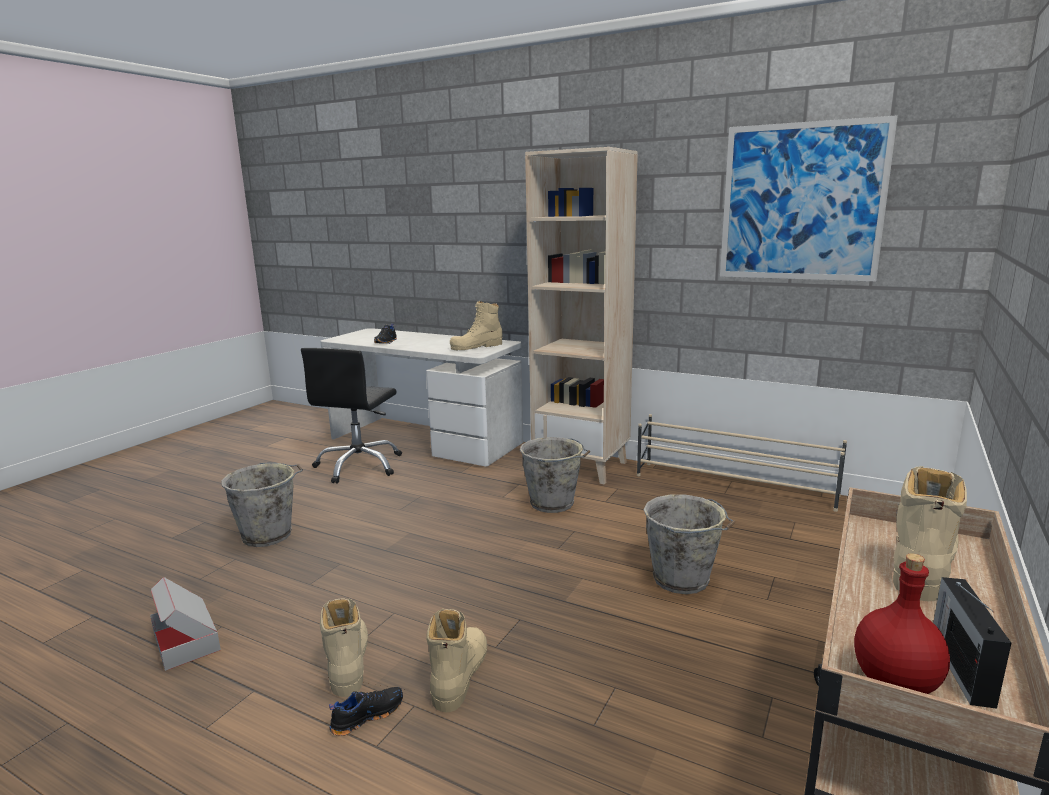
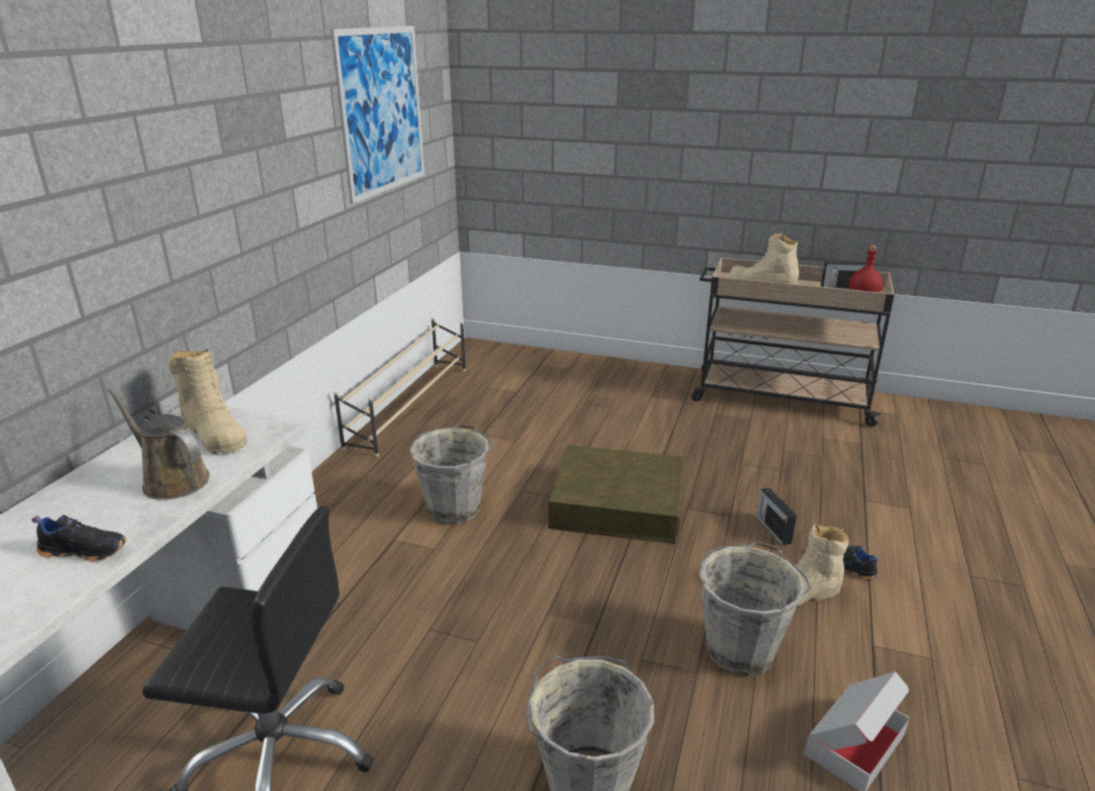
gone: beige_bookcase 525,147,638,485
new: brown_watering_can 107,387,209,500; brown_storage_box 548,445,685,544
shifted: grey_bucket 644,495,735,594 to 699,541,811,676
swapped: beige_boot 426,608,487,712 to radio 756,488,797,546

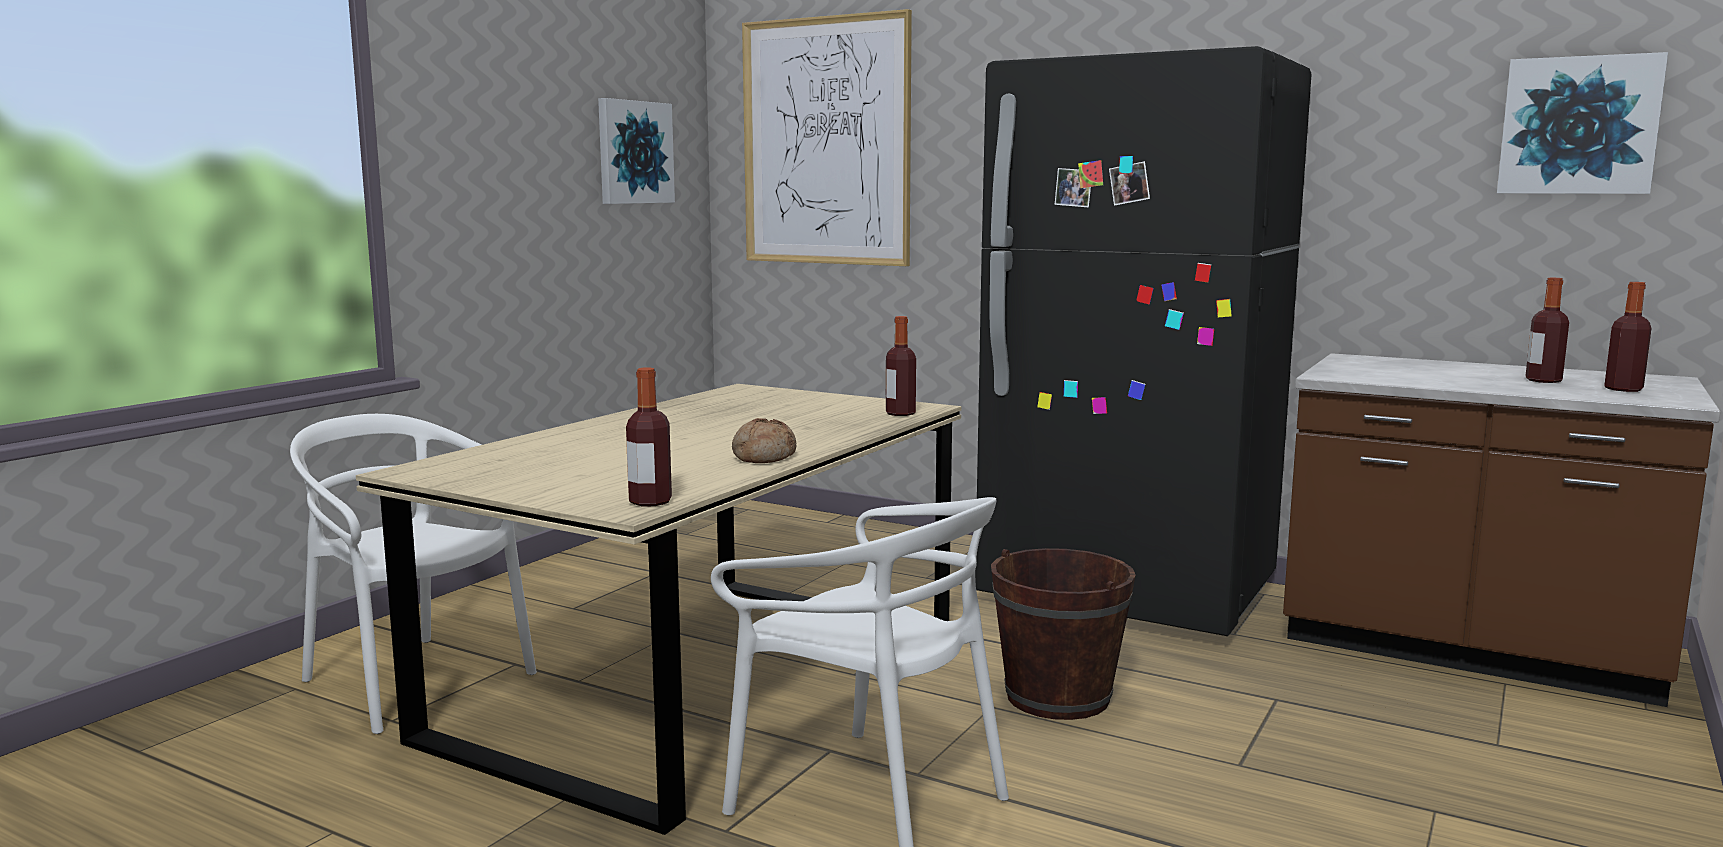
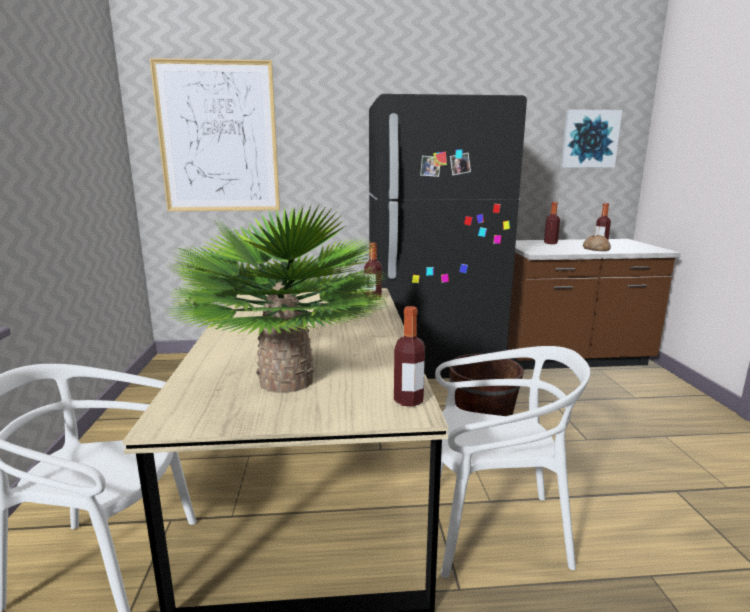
gone: picture 598,98,675,204
new: potted_plant 164,205,387,393
shifted: bread 732,418,796,463 to 583,235,611,251; bottle 1604,282,1652,392 to 544,202,560,244

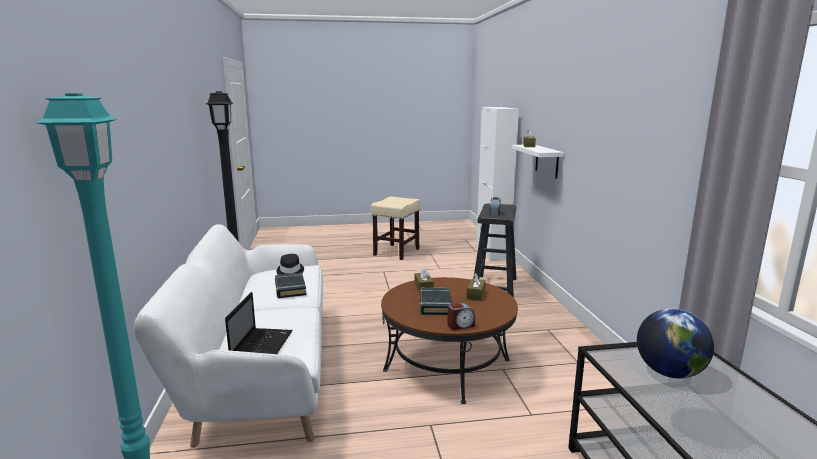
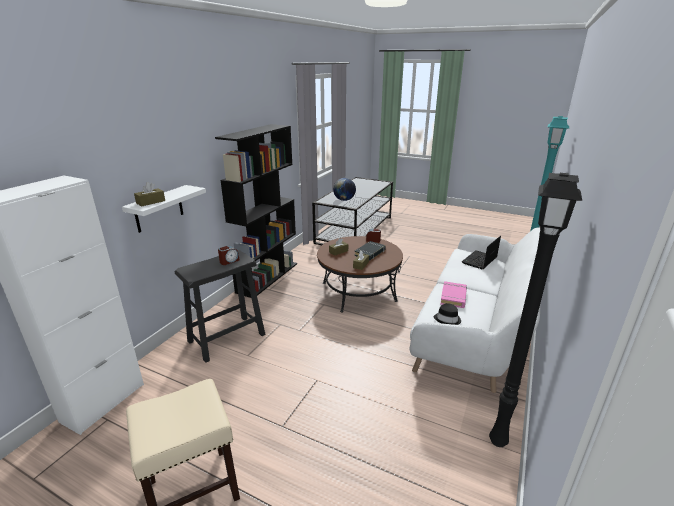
new: black_bookcase 215,124,297,298
repainted: black_book 275,273,306,298 to pink_book 440,281,467,308

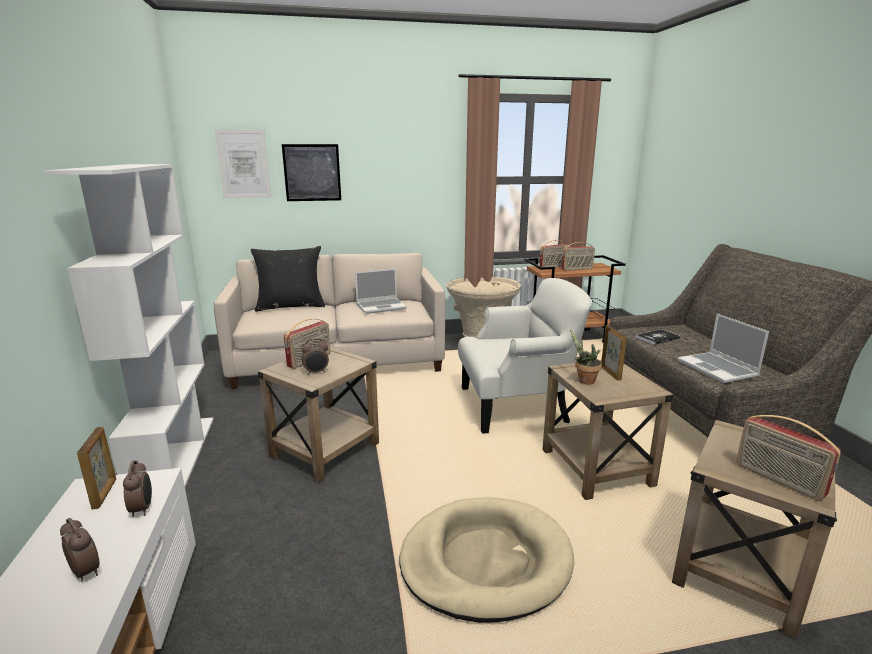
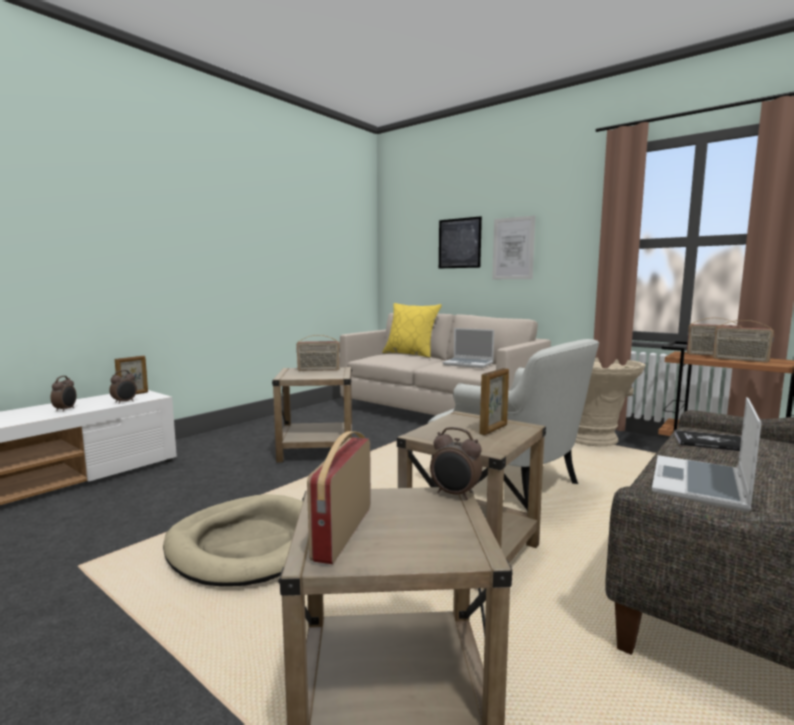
gone: white_bookcase 44,164,213,487; potted_plant 570,329,602,385
shifted: picture 215,130,271,198 to 492,215,535,279; alarm_clock 302,338,329,375 to 430,427,482,500
repainted: black_pillow 251,246,325,312 to yellow_pillow 382,303,442,358

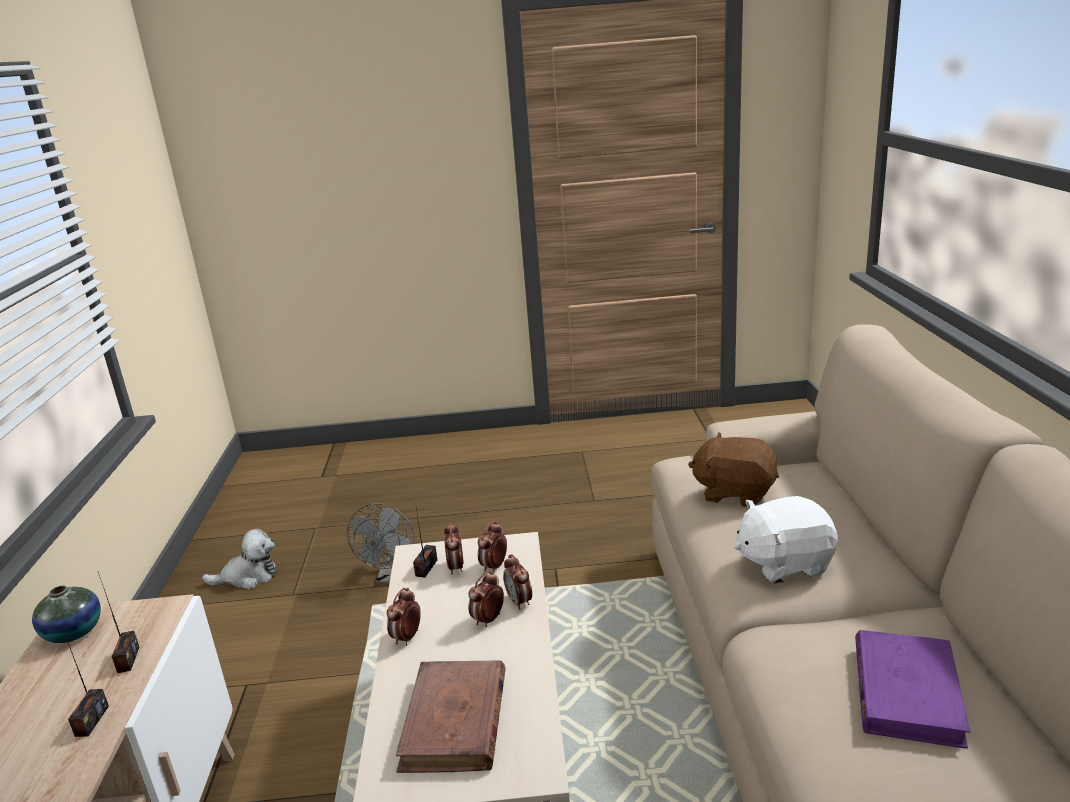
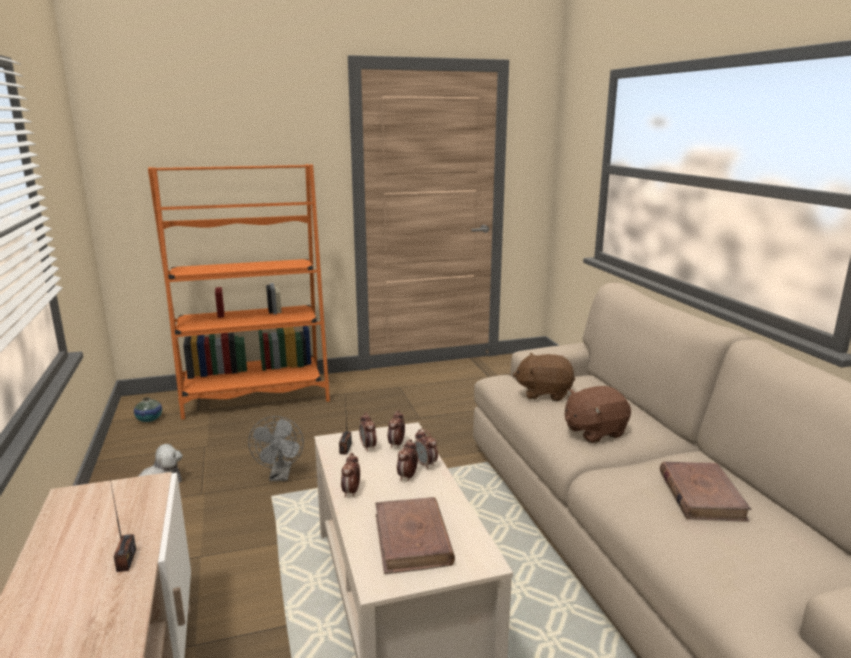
gone: radio 98,572,139,673
new: orange_bookcase 148,164,330,420
shifted: vase 32,585,101,643 to 134,398,162,422
repainted: white_plush_toy 734,496,838,584 to brown_plush_toy 565,386,631,443; purple_book 855,630,971,749 to brown_book 660,462,752,522

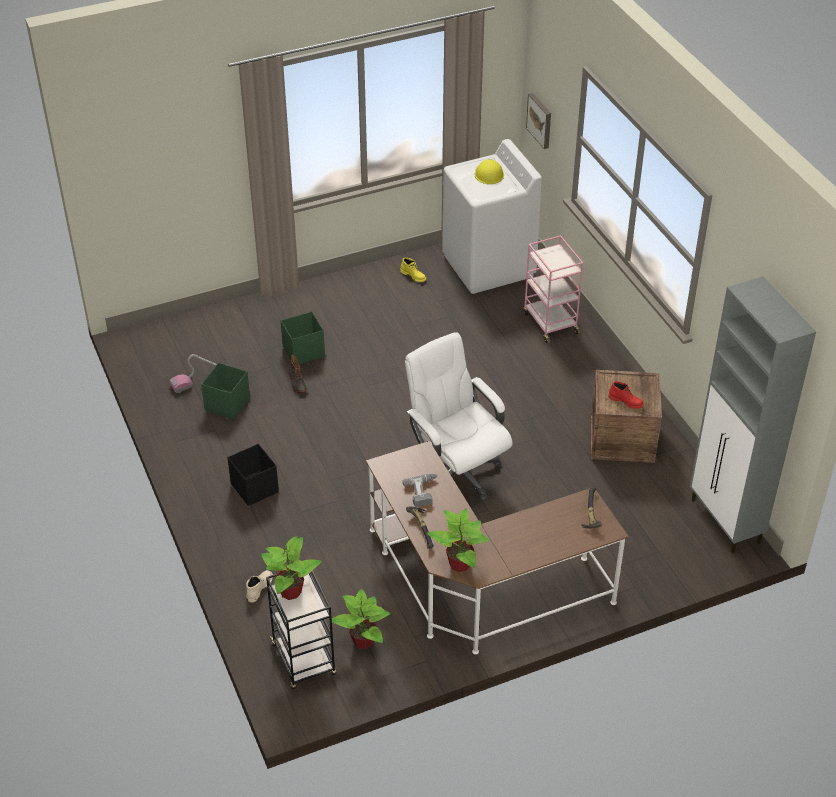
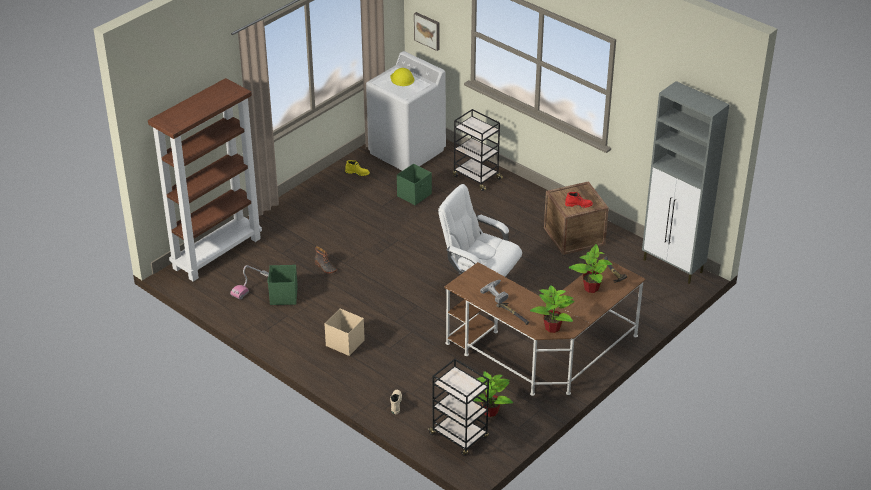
new: brown_bookcase 148,78,262,282
shifted: potted_plant 261,536,322,600 to 569,244,612,293; green_storage_box 281,311,325,364 to 397,164,432,205
repainted: black_storage_box 227,444,279,506 to beige_storage_box 325,308,365,356; pink_cart 523,235,583,343 to black_cart 453,109,503,191

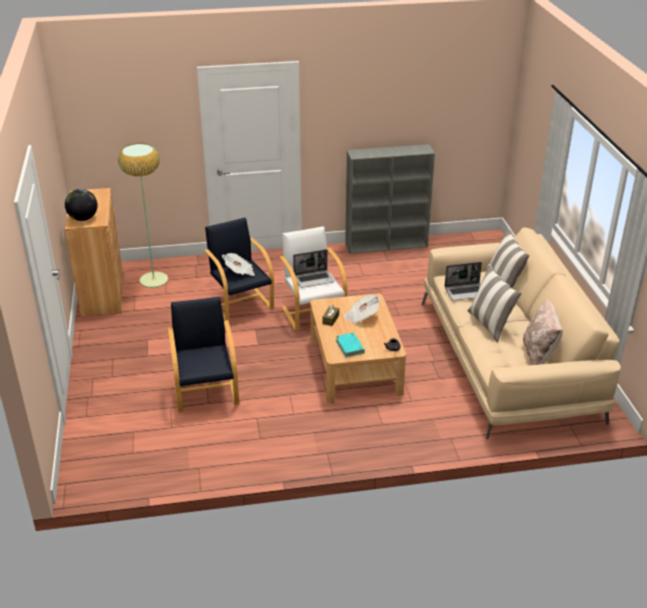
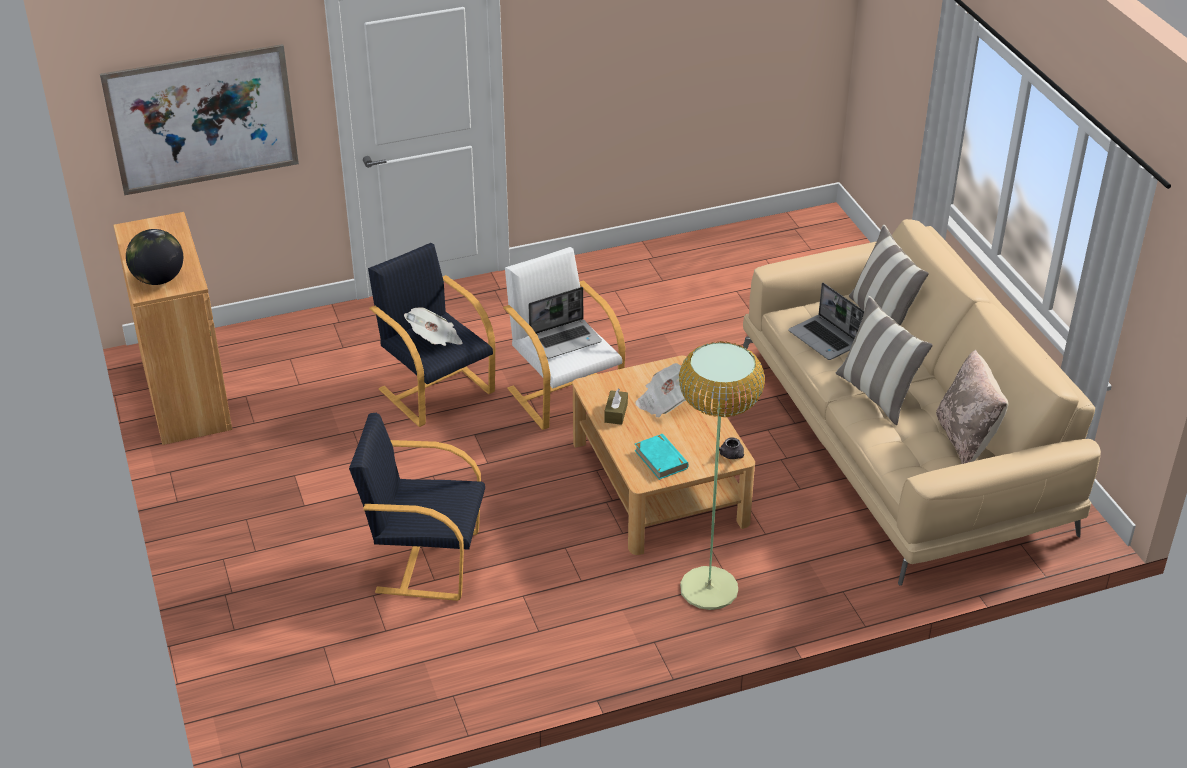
gone: grey_bookcase 345,144,435,254
new: picture 100,44,299,195
shifted: floor_lamp 118,143,168,288 to 679,341,765,610
rotated: black_armchair 168,297,239,413 = 349,413,485,601 60 degrees counterclockwise; laptop 444,262,482,301 = 788,283,864,360 75 degrees clockwise

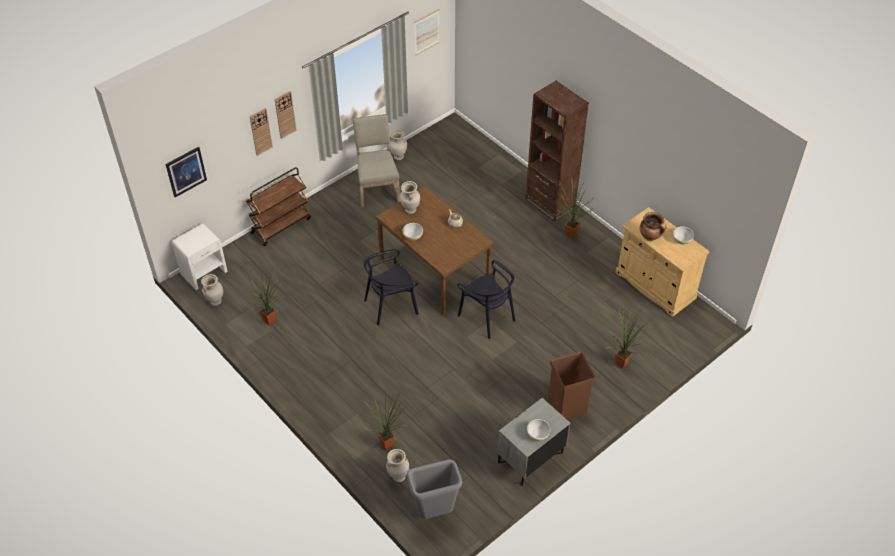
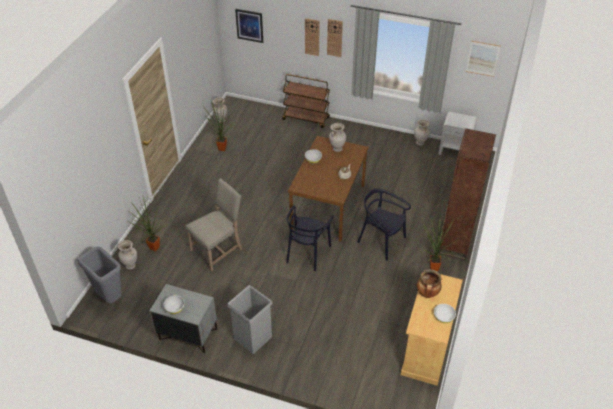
gone: potted_plant 605,309,651,368
shifted: white_nightstand 172,224,228,290 to 438,112,477,155; beige_chair 353,114,400,208 to 185,178,242,271; black_chair 364,249,419,325 to 358,189,411,260
repainted: brown_trash_can 548,351,596,420 to grey_trash_can 227,285,273,354

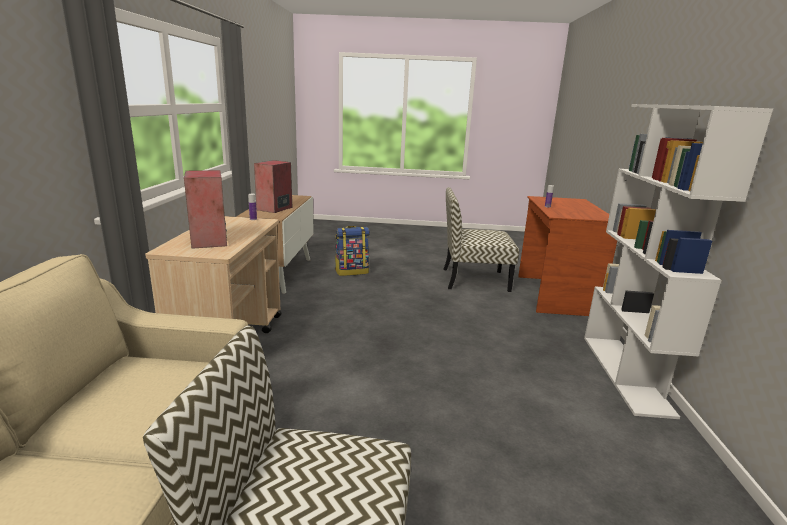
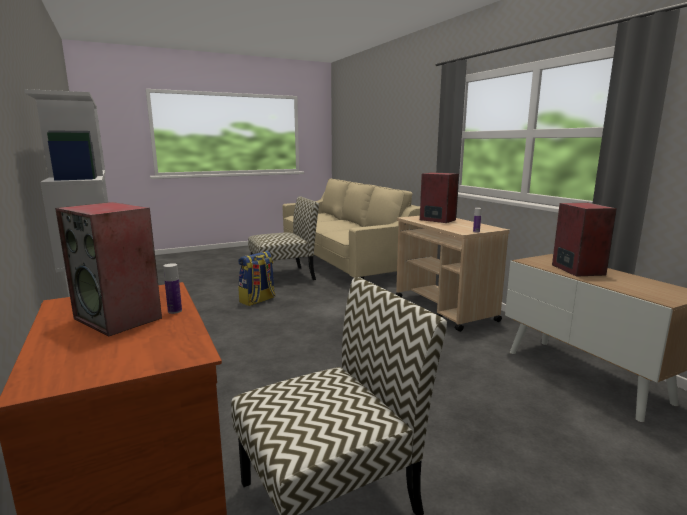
new: speaker 55,202,162,336
shifted: backpack 335,226,370,276 to 238,251,275,306

